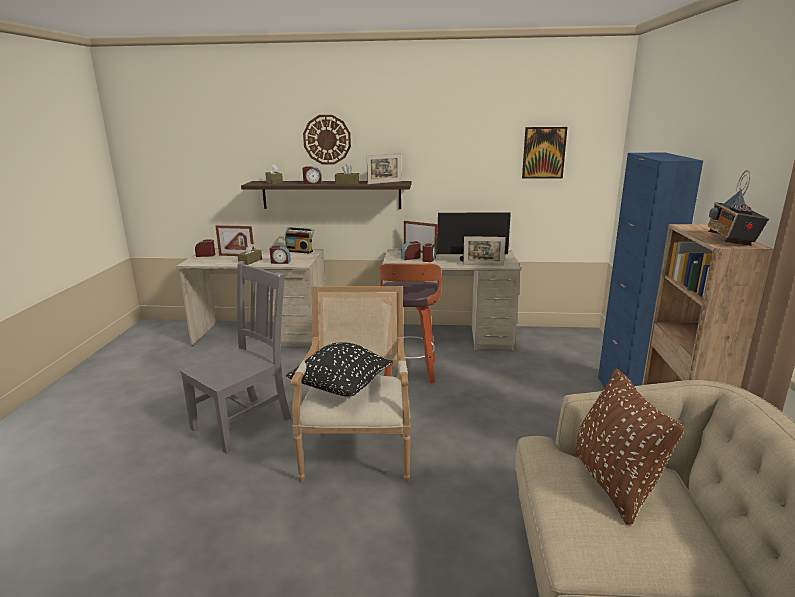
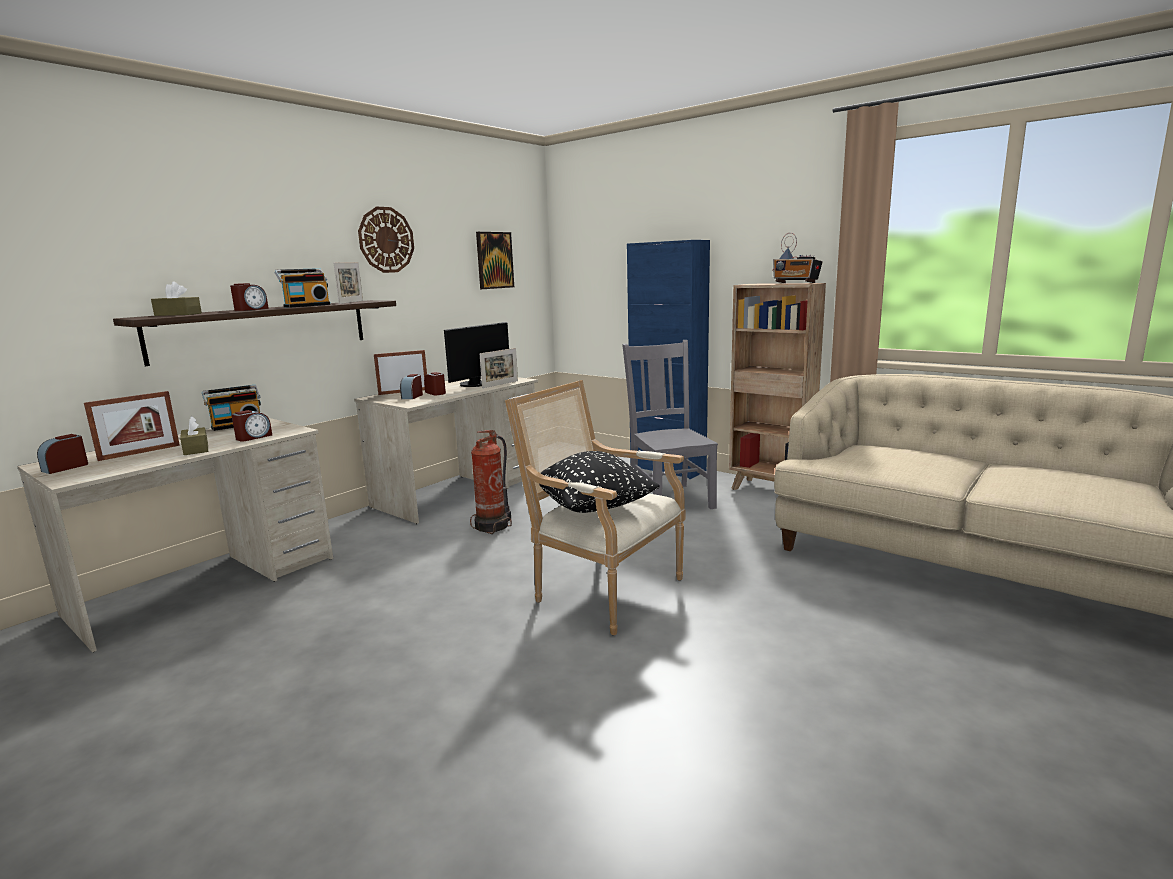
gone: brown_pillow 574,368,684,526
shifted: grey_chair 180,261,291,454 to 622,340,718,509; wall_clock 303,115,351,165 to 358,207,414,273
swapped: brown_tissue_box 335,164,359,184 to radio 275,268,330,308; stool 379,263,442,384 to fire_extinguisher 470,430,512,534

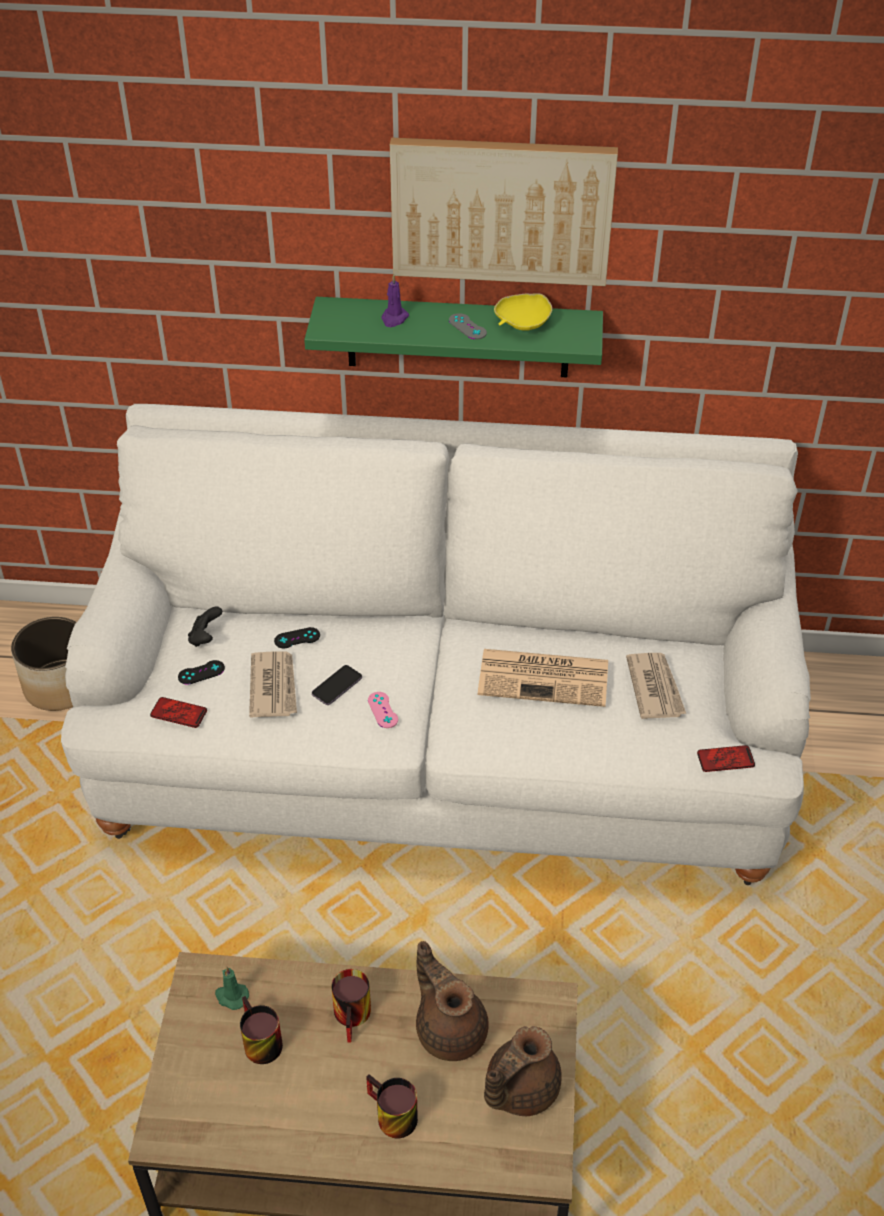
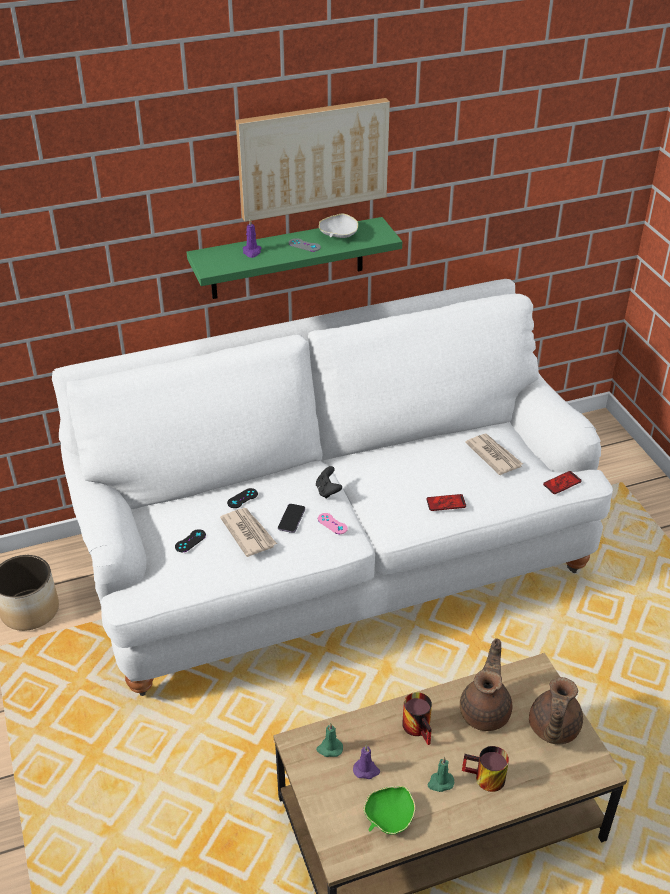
gone: newspaper 478,649,608,707
new: green_bowl 364,786,415,834; green_candle 427,757,454,792
shifted: phone 150,697,207,728 to 426,494,466,511; black_game_controller 188,606,222,647 to 316,466,342,499
swapped: mug 240,996,283,1064 to purple_candle 353,744,380,779
repainted: yellow_bowl 494,293,552,331 to white_bowl 319,213,358,238
rotated: brown_teapot 416,941,489,1061 = 460,638,512,731 75 degrees clockwise

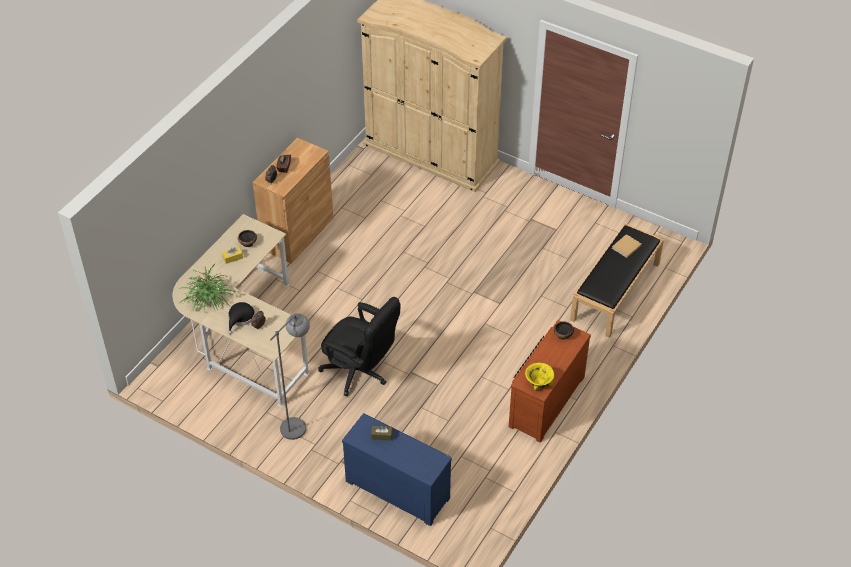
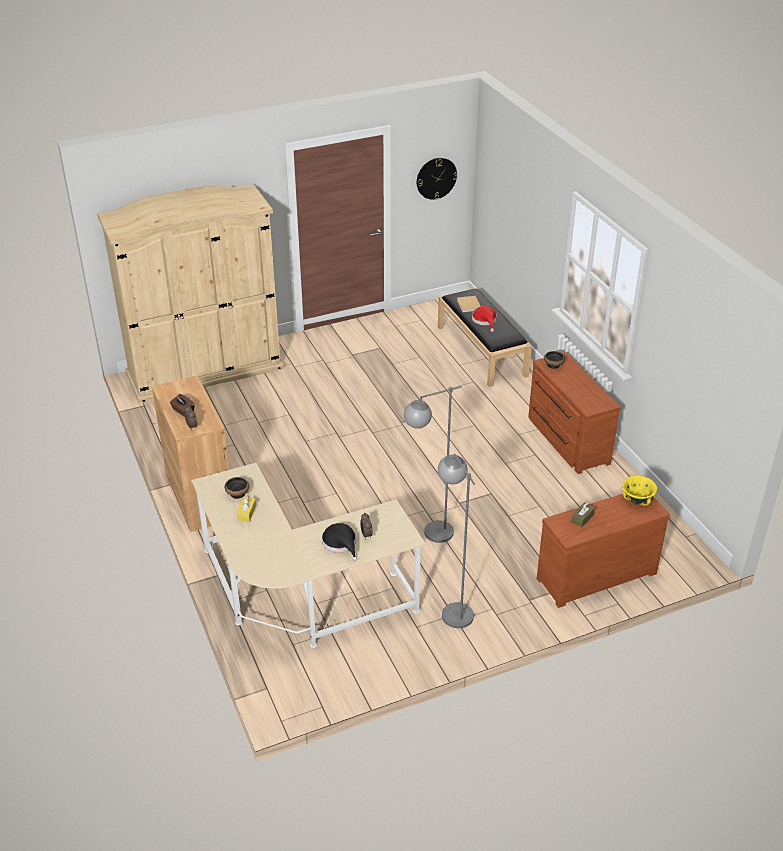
gone: potted_plant 179,264,236,312
new: wall_clock 417,157,457,200; red_hat 472,306,497,332
shifted: yellow_bowl 525,363,554,391 to 622,475,657,506
swapped: black_office_chair 318,297,400,396 to grey_floor_lamp 404,386,462,543
repainted: blue_dresser 342,413,452,526 to brown_dresser 537,494,670,608

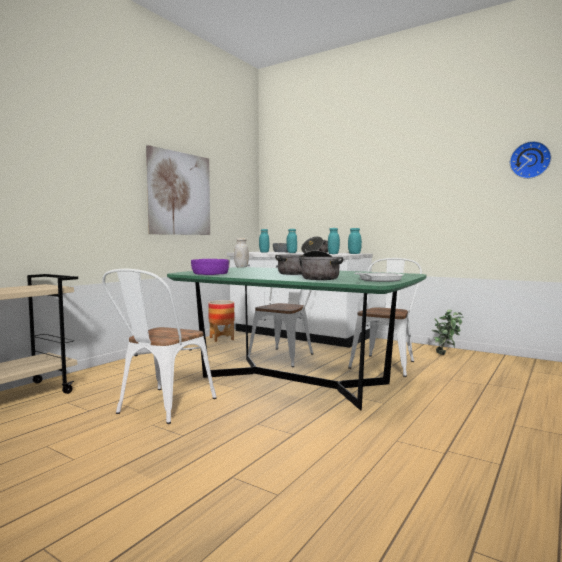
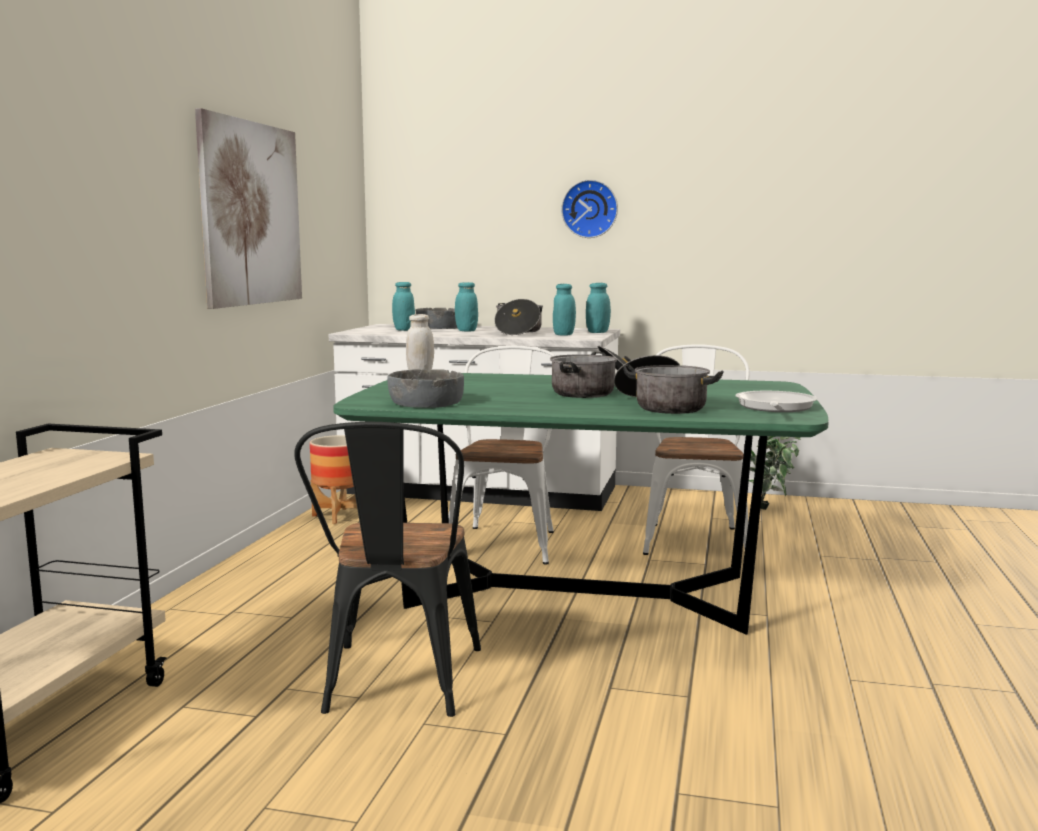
shifted: wall_clock 510,141,552,179 to 561,180,618,238
repainted: white_chair 102,269,217,424 to black_chair 294,422,481,717; purple_bowl 191,259,229,275 to grey_bowl 387,369,464,408

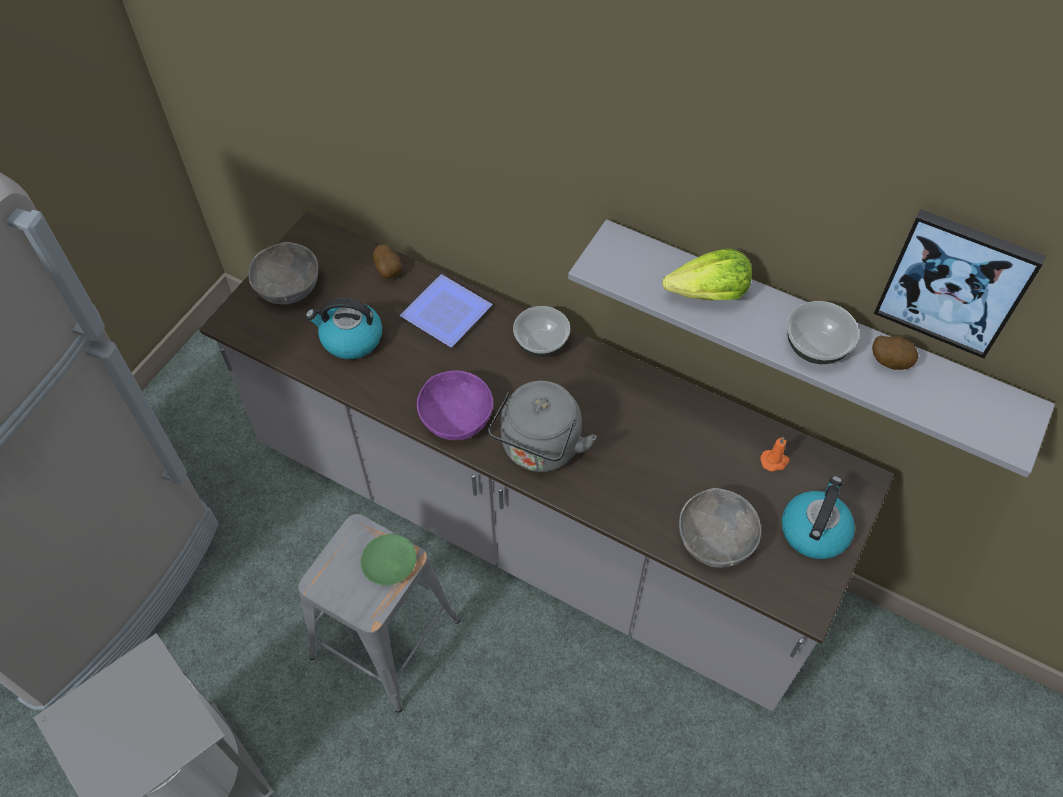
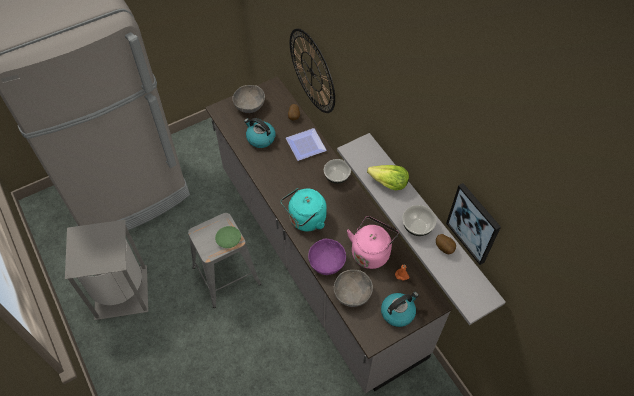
new: wall_clock 290,29,335,113; pink_kettle 347,216,399,269
shifted: purple_bowl 417,370,493,440 to 308,239,346,275
repainted: grey_kettle 488,381,597,472 to turquoise_kettle 281,188,327,231

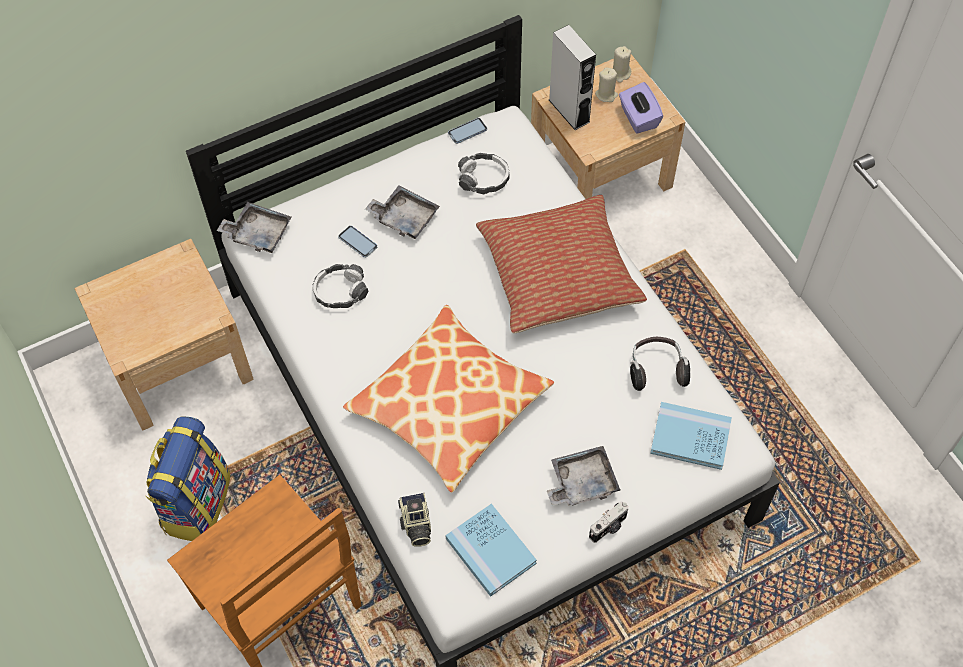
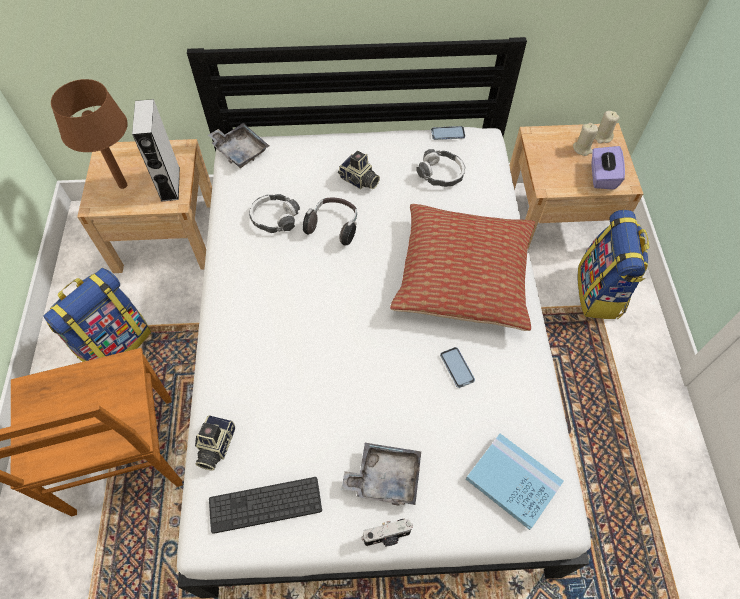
gone: pillow 343,305,554,493
new: brown_table_lamp 51,79,127,189; backpack 578,210,650,319
shifted: phone 338,226,378,258 to 440,347,475,388; grey_speaker 549,25,596,130 to 132,99,180,202; headphones 630,337,690,391 to 303,198,357,246
swapped: grey_tray 365,185,440,239 to photo_camera 338,151,380,189; blue_book 445,504,537,597 to keyboard 209,477,322,534

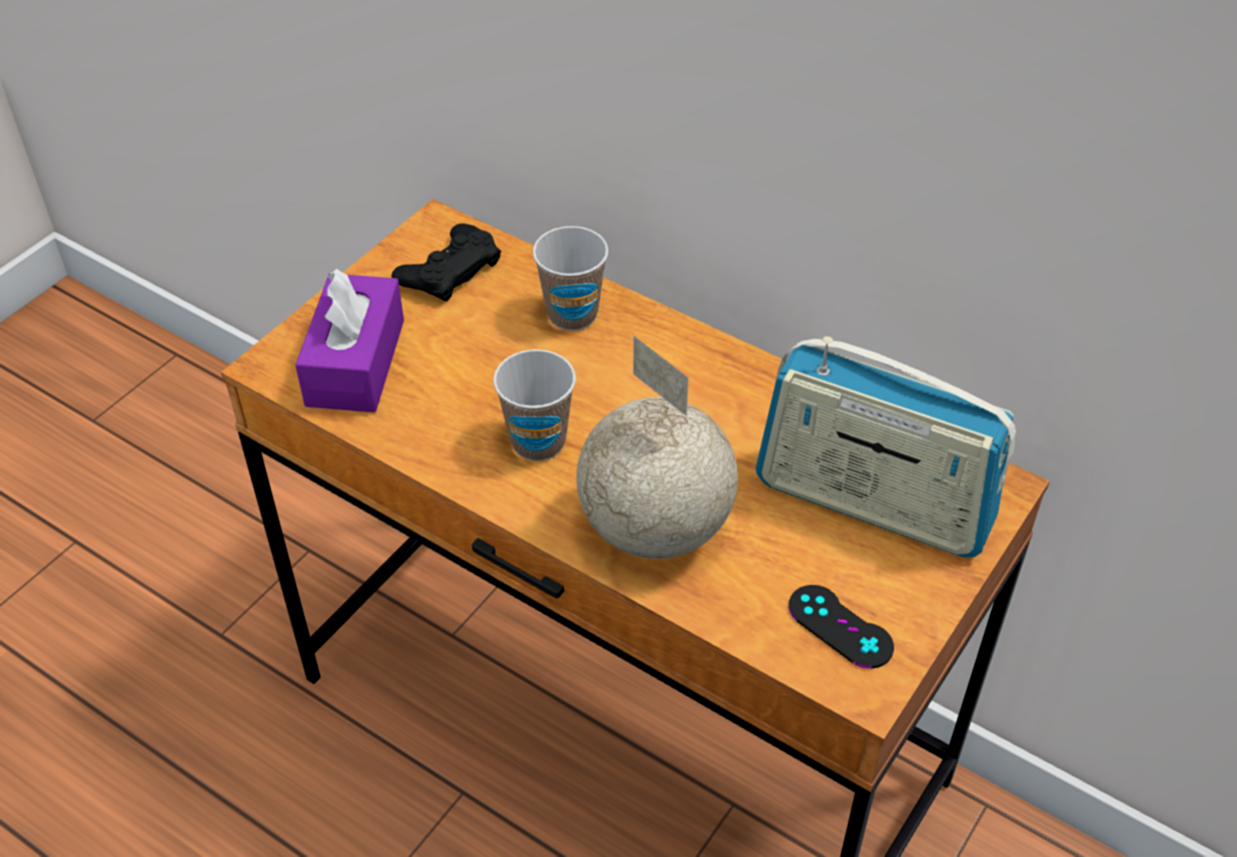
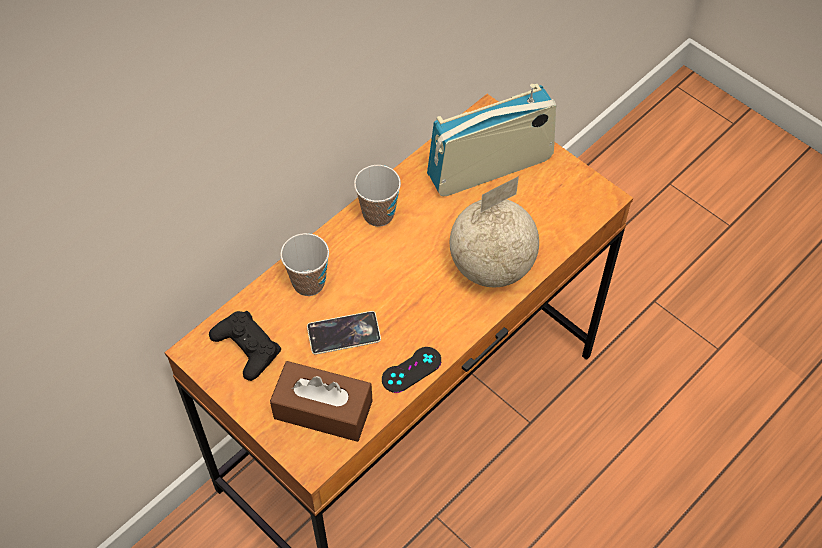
new: phone 307,311,381,355
shifted: cup 493,349,576,461 to 354,165,401,227; black_game_controller 789,585,894,669 to 382,347,442,393
repainted: purple_tissue_box 295,269,404,412 to brown_tissue_box 270,361,372,442
rotated: radio 755,336,1017,557 = 427,84,556,197 150 degrees counterclockwise

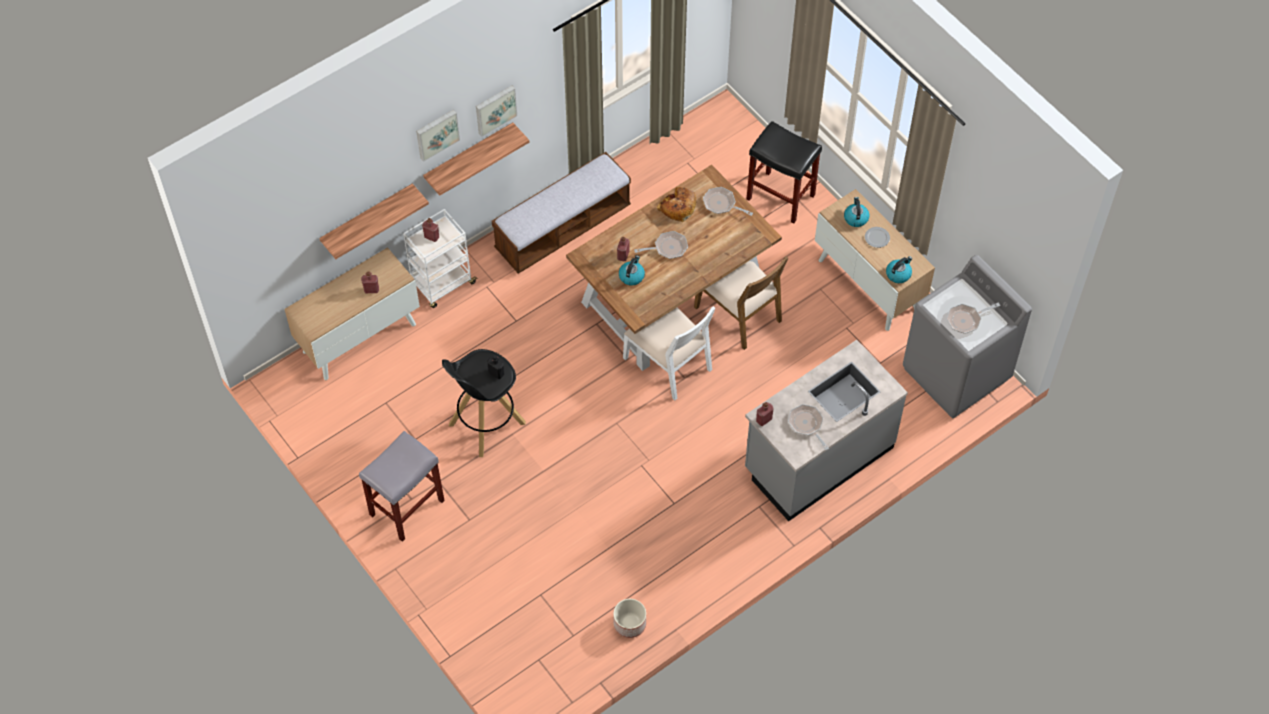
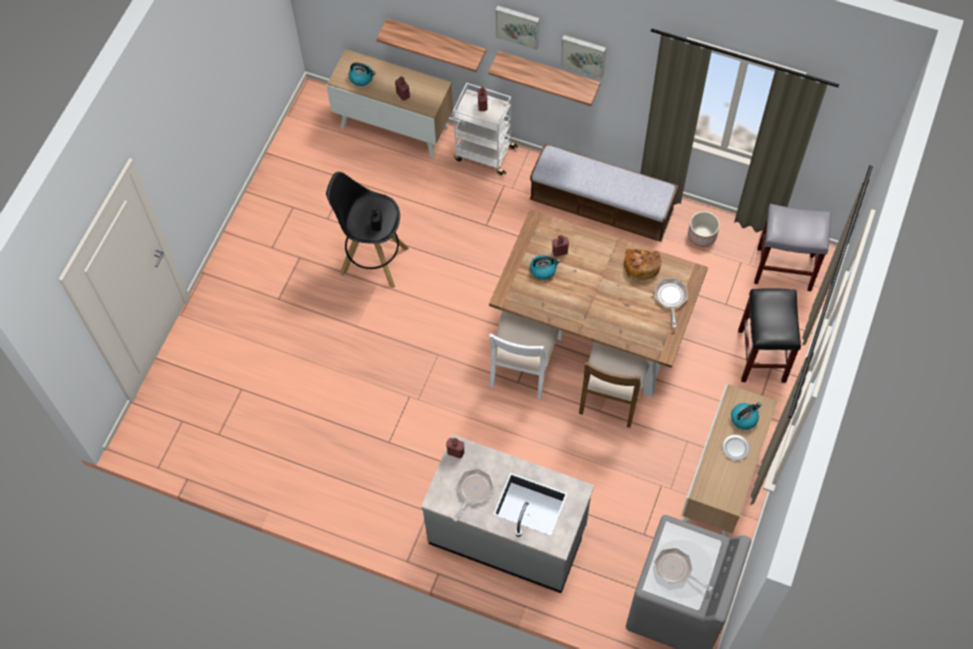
gone: frying_pan 634,231,688,259
shifted: grey_stool 359,431,445,542 to 754,204,831,291; planter 613,599,646,638 to 688,211,720,247; kettle 886,256,912,283 to 349,63,375,86

